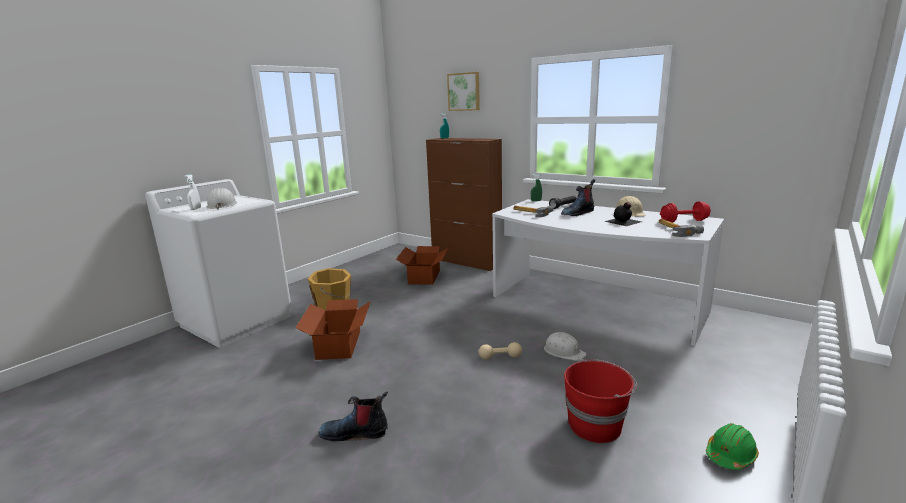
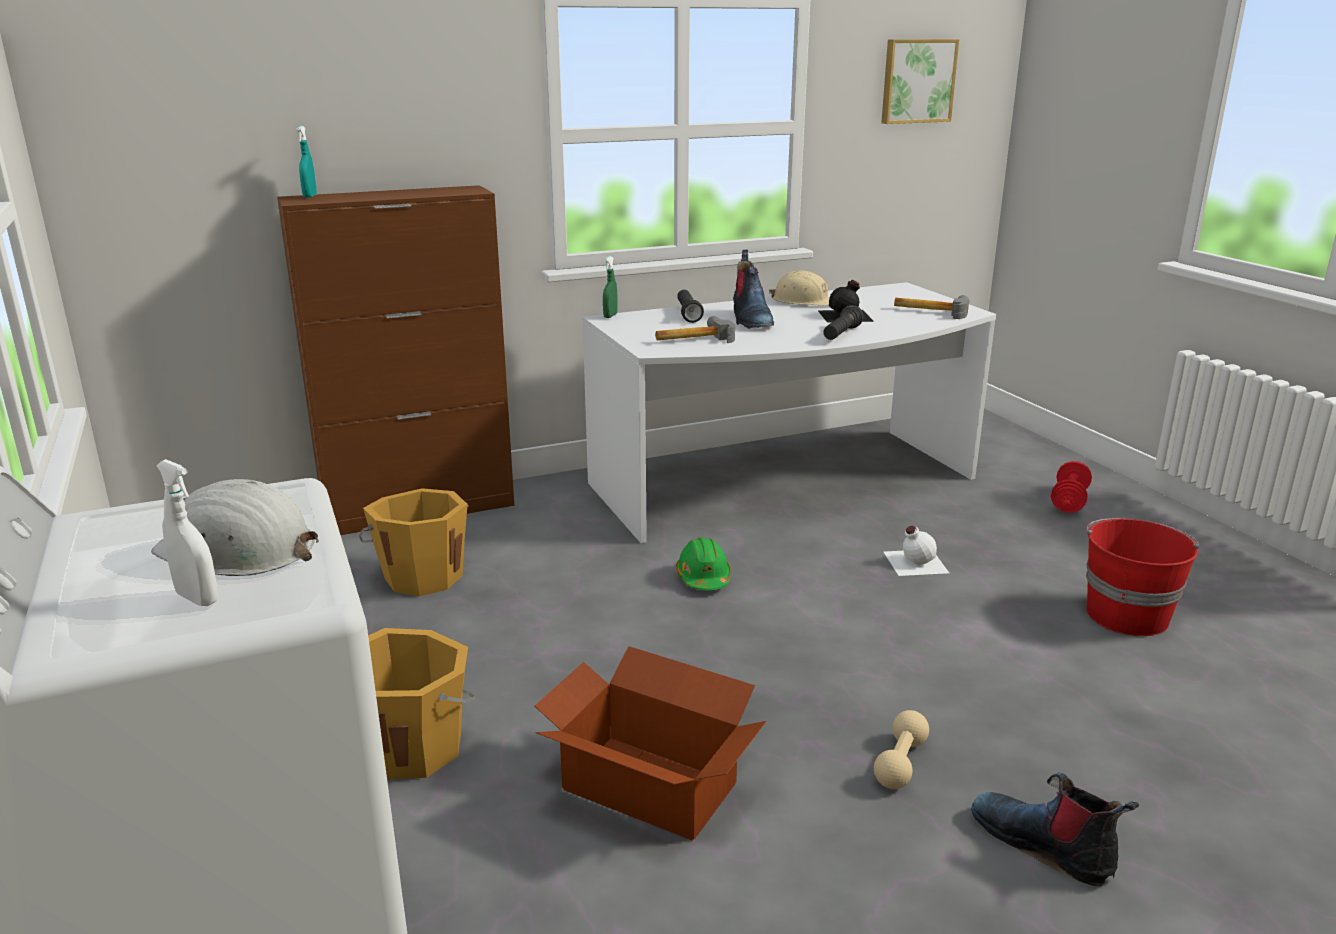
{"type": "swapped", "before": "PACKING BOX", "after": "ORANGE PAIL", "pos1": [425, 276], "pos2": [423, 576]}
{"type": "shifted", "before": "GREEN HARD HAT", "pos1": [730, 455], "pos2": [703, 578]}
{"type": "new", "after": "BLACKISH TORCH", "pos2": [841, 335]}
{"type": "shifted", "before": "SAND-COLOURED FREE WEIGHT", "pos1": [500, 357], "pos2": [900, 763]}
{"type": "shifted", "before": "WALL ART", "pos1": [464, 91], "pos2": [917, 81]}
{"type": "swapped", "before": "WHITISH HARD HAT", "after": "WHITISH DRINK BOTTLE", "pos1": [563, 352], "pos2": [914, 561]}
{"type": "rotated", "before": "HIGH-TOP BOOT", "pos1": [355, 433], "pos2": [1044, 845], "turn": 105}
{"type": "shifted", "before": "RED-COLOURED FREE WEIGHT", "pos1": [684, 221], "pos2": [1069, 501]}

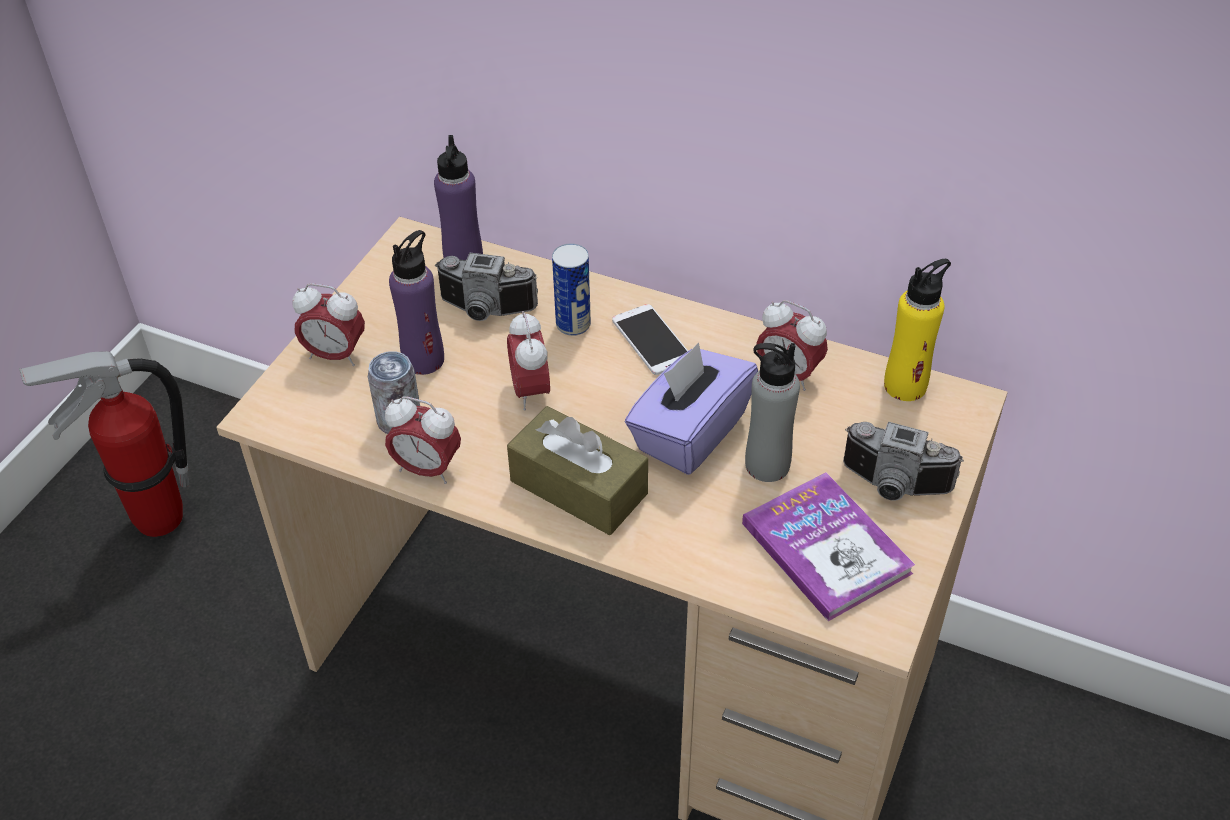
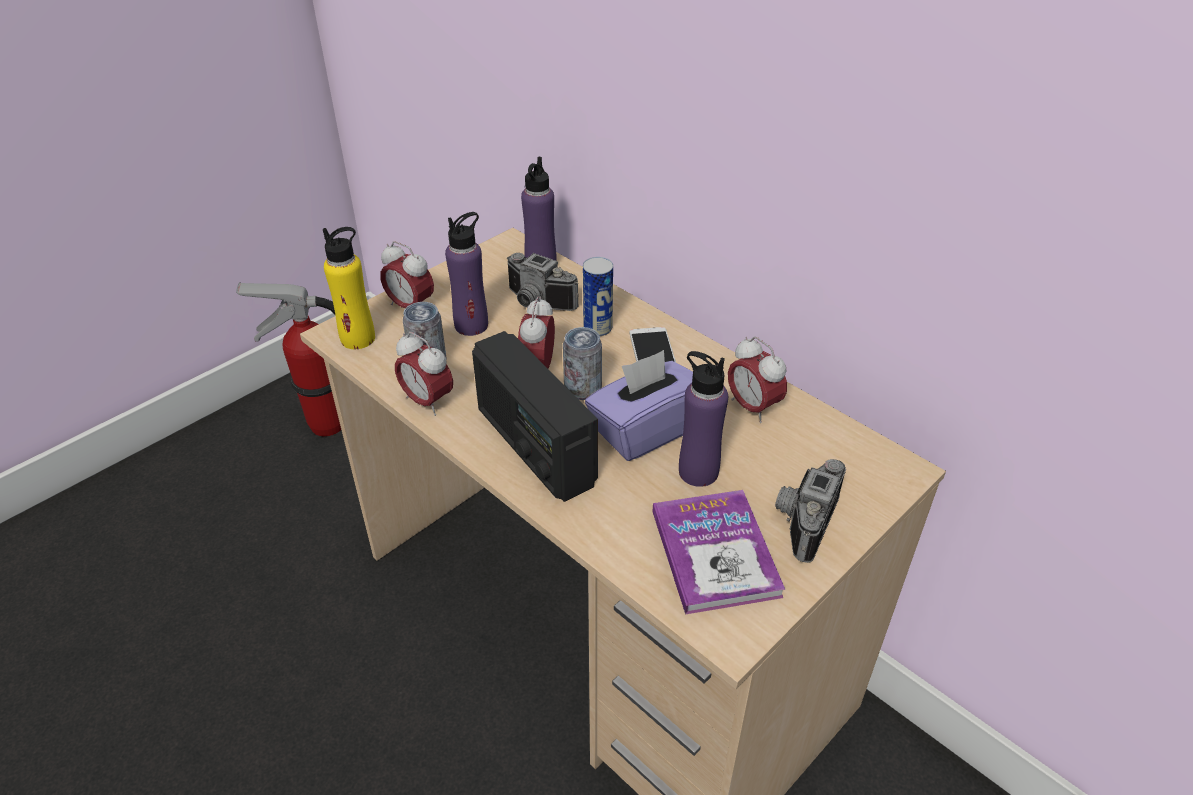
{"type": "shifted", "before": "YELLOWISH DRINK BOTTLE", "pos1": [905, 386], "pos2": [358, 338]}
{"type": "swapped", "before": "BROWN TISSUE BOX", "after": "RADIO RECEIVER", "pos1": [578, 487], "pos2": [534, 446]}
{"type": "new", "after": "SEALED CAN", "pos2": [582, 389]}
{"type": "repainted", "before": "GREY DRINK BOTTLE", "after": "PURPLE-COLOURED DRINK BOTTLE", "pos1": [767, 465], "pos2": [698, 472]}
{"type": "rotated", "before": "PHOTO CAMERA", "pos1": [893, 487], "pos2": [801, 520], "turn": 75}

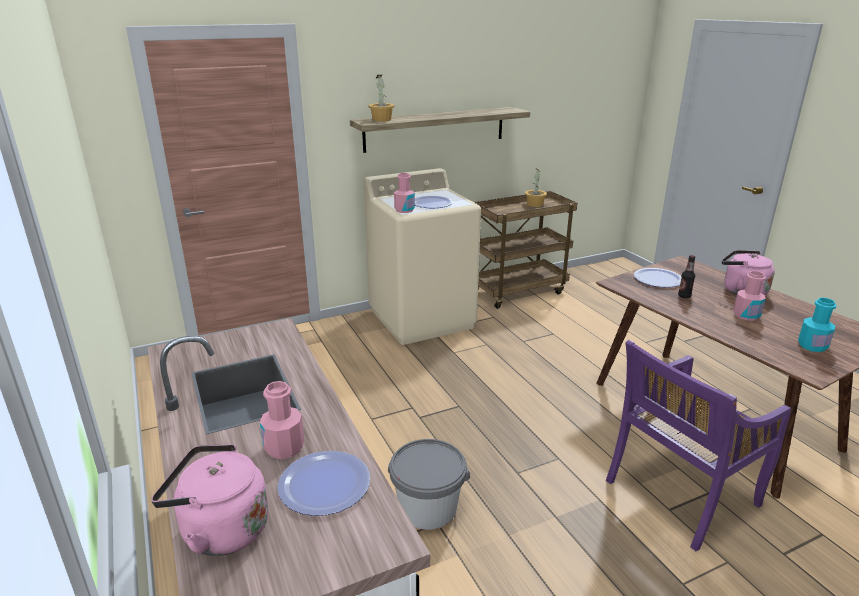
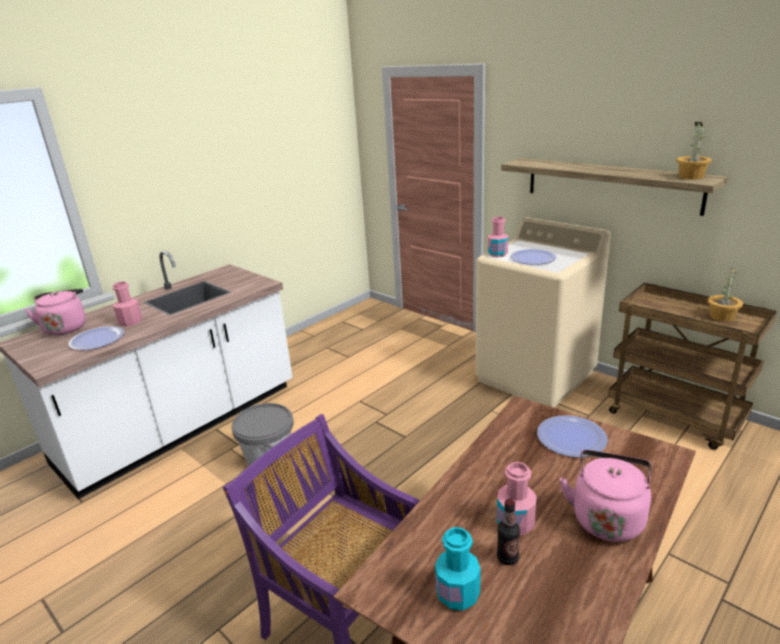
{"type": "shifted", "before": "DRINK BOTTLE", "pos1": [684, 296], "pos2": [507, 558]}
{"type": "shifted", "before": "HOUSEPLANT", "pos1": [382, 120], "pos2": [691, 177]}

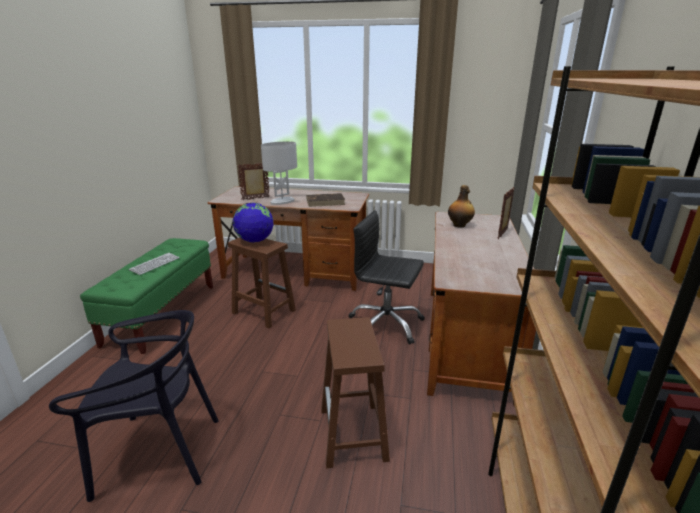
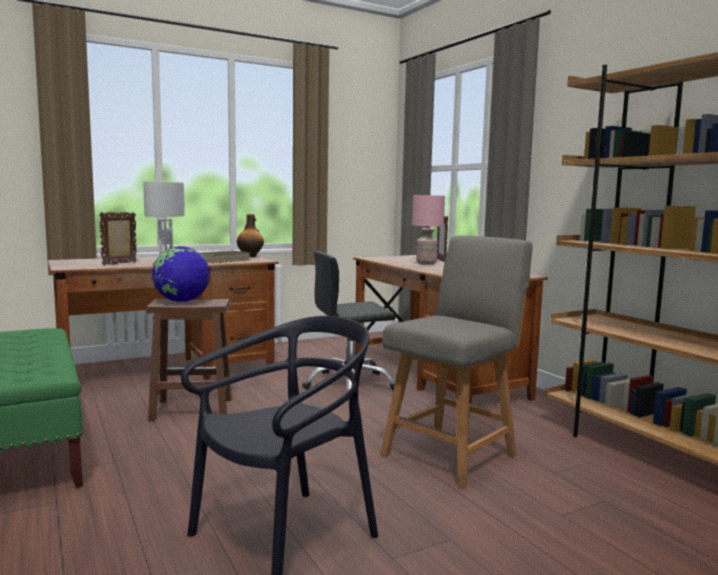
{"type": "shifted", "before": "DRINK BOTTLE", "pos1": [459, 225], "pos2": [250, 256]}
{"type": "swapped", "before": "BROWN SITTING STOOL", "after": "GREY CHAIR", "pos1": [353, 435], "pos2": [451, 454]}
{"type": "new", "after": "PINK TABLE LAMP", "pos2": [426, 263]}
{"type": "gone", "before": "KEYBOARD", "pos1": [155, 264]}

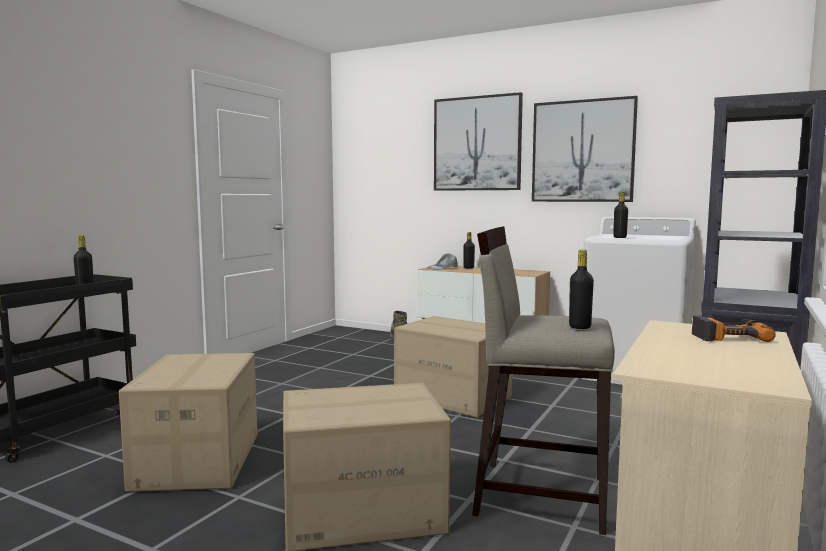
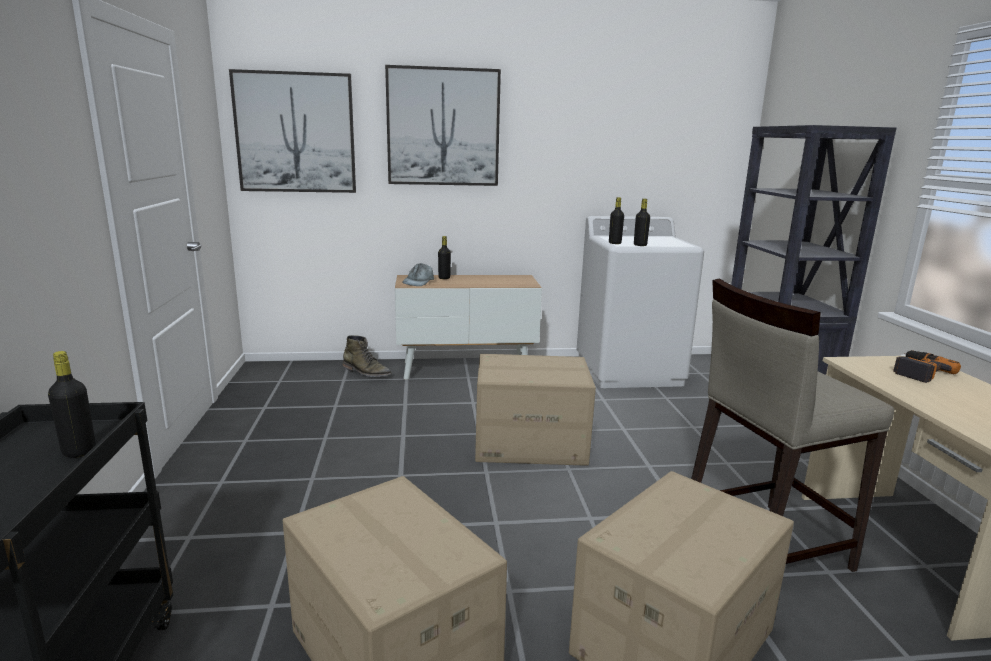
{"type": "shifted", "before": "WALL ART", "pos1": [582, 151], "pos2": [295, 133]}
{"type": "shifted", "before": "BLACKISH DRINK BOTTLE", "pos1": [579, 327], "pos2": [615, 243]}

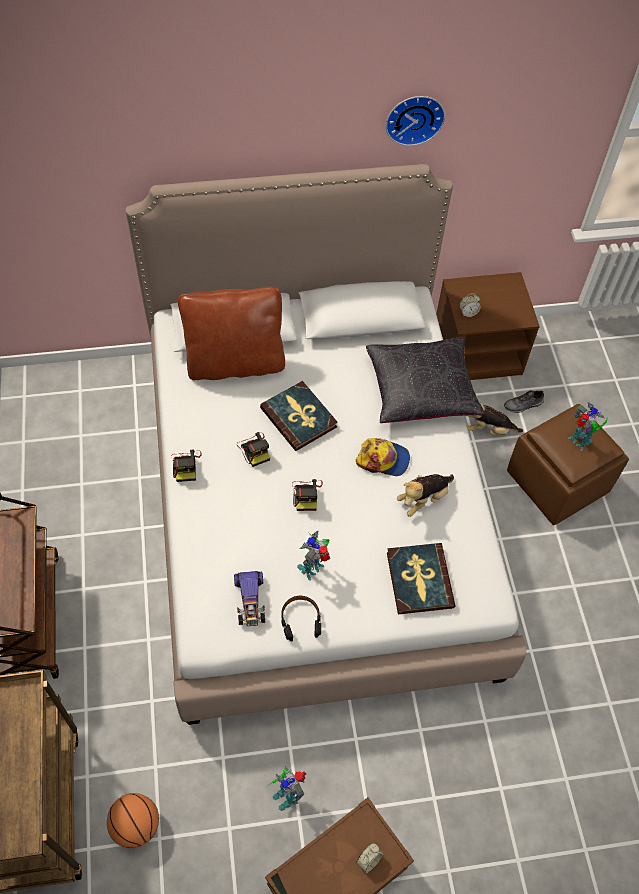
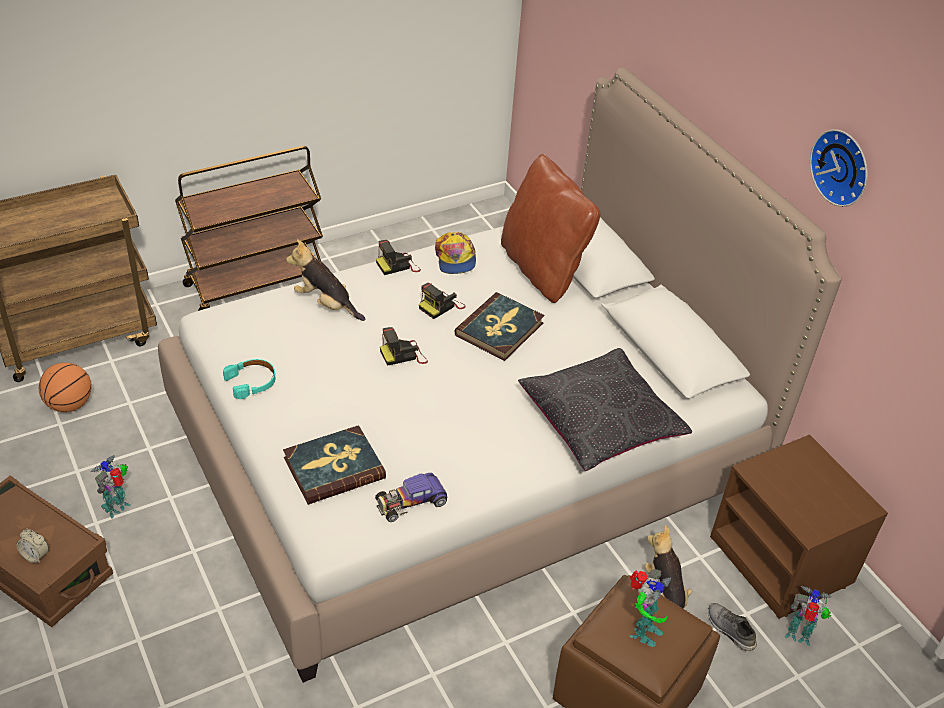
{"type": "repainted", "before": "BLACKISH HEADSET", "after": "TURQUOISE-COLOURED HEADSET", "pos1": [300, 620], "pos2": [251, 382]}
{"type": "shifted", "before": "SOFT TOY", "pos1": [423, 499], "pos2": [326, 304]}
{"type": "shifted", "before": "MINIATURE CAR", "pos1": [250, 600], "pos2": [410, 502]}
{"type": "shifted", "before": "PEAKED CAP", "pos1": [383, 459], "pos2": [455, 259]}
{"type": "shifted", "before": "MODEL ROBOT", "pos1": [313, 568], "pos2": [799, 636]}
{"type": "gone", "before": "TABLE CLOCK", "pos1": [468, 313]}

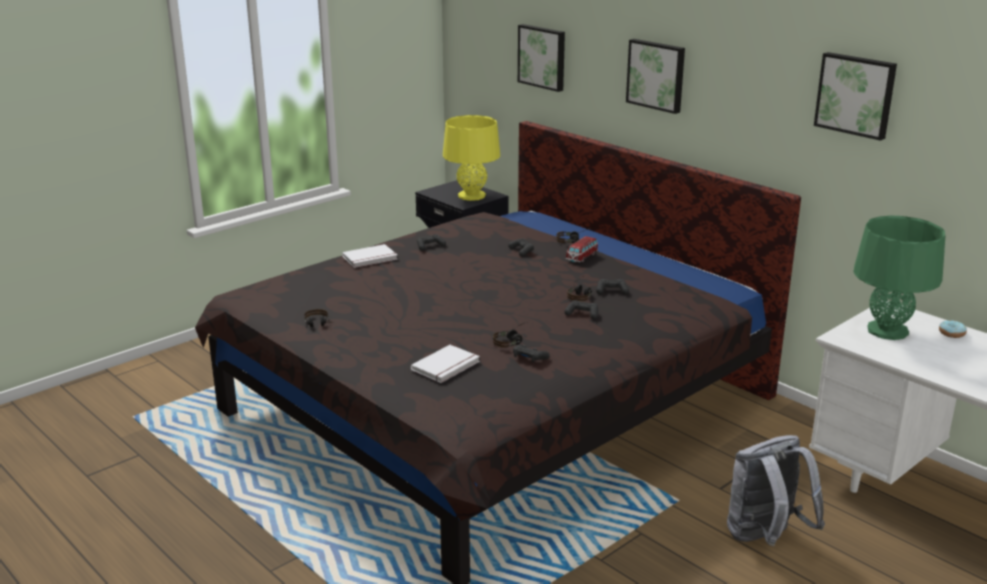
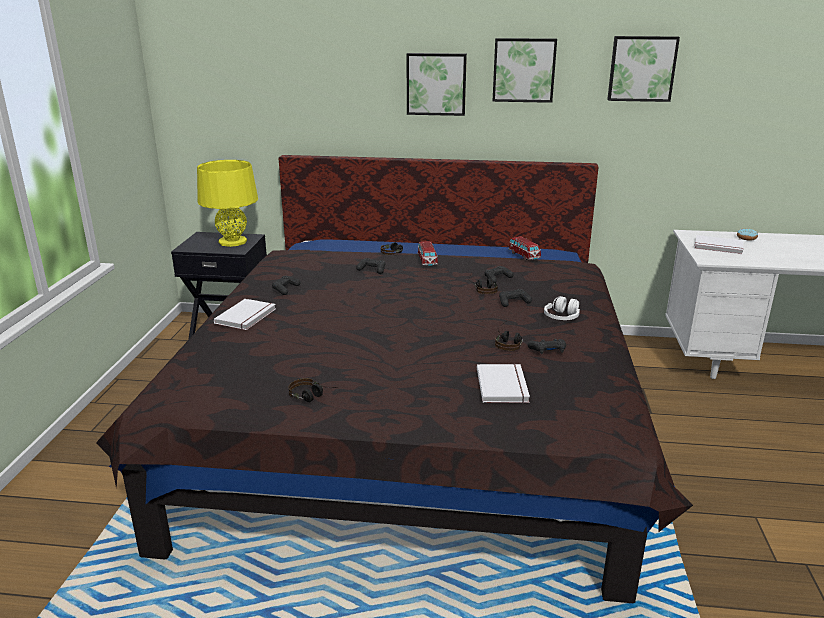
{"type": "shifted", "before": "WALL ART", "pos1": [543, 57], "pos2": [524, 70]}
{"type": "new", "after": "MINIATURE CAR", "pos2": [524, 256]}
{"type": "new", "after": "WHITISH HEADSET", "pos2": [562, 317]}
{"type": "swapped", "before": "GREEN TABLE LAMP", "after": "WHITISH BOOK", "pos1": [887, 331], "pos2": [718, 247]}
{"type": "gone", "before": "GREY KNAPSACK", "pos1": [765, 538]}

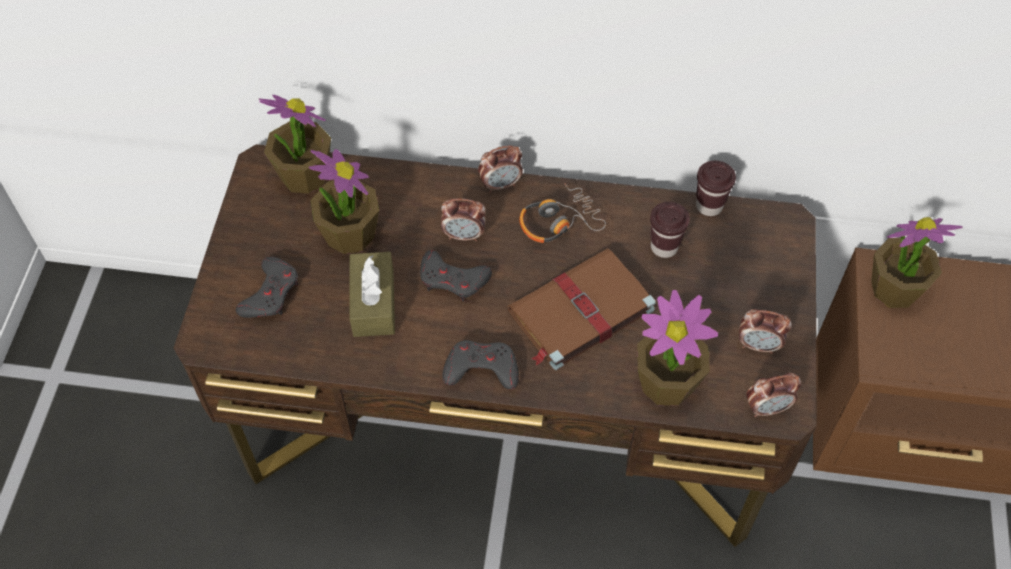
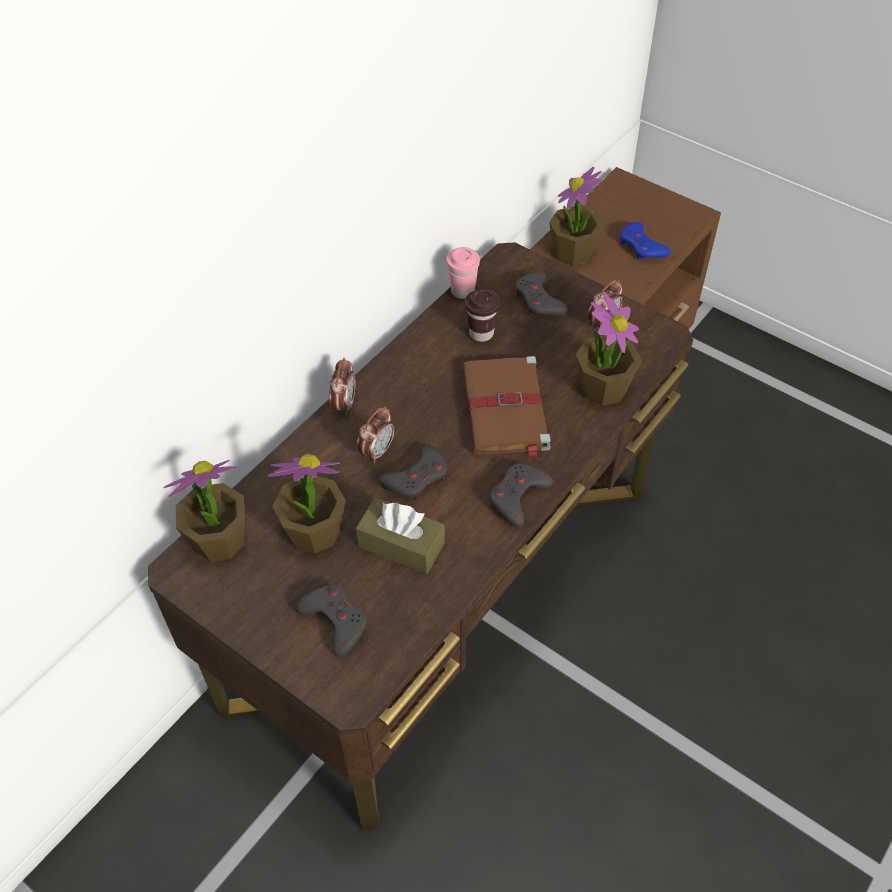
{"type": "repainted", "before": "BROWN CUP", "after": "PINK CUP", "pos1": [709, 206], "pos2": [462, 291]}
{"type": "new", "after": "GREY JOYPAD", "pos2": [539, 300]}
{"type": "new", "after": "BLUE JOYPAD", "pos2": [642, 246]}
{"type": "gone", "before": "HEADSET", "pos1": [558, 221]}
{"type": "gone", "before": "TABLE CLOCK", "pos1": [767, 408]}

